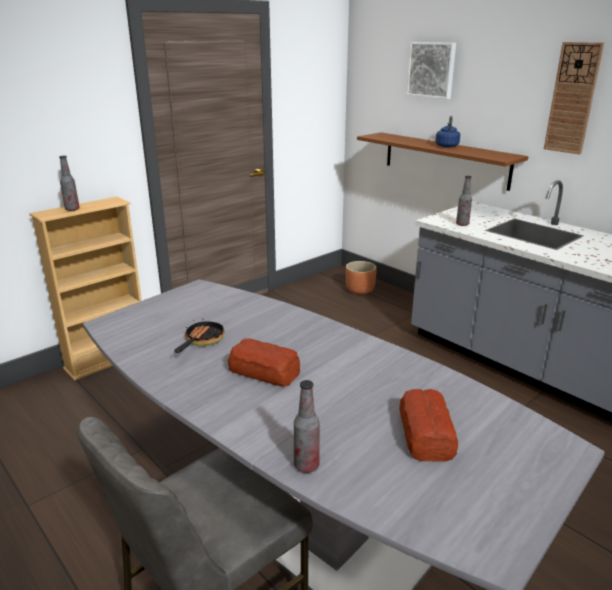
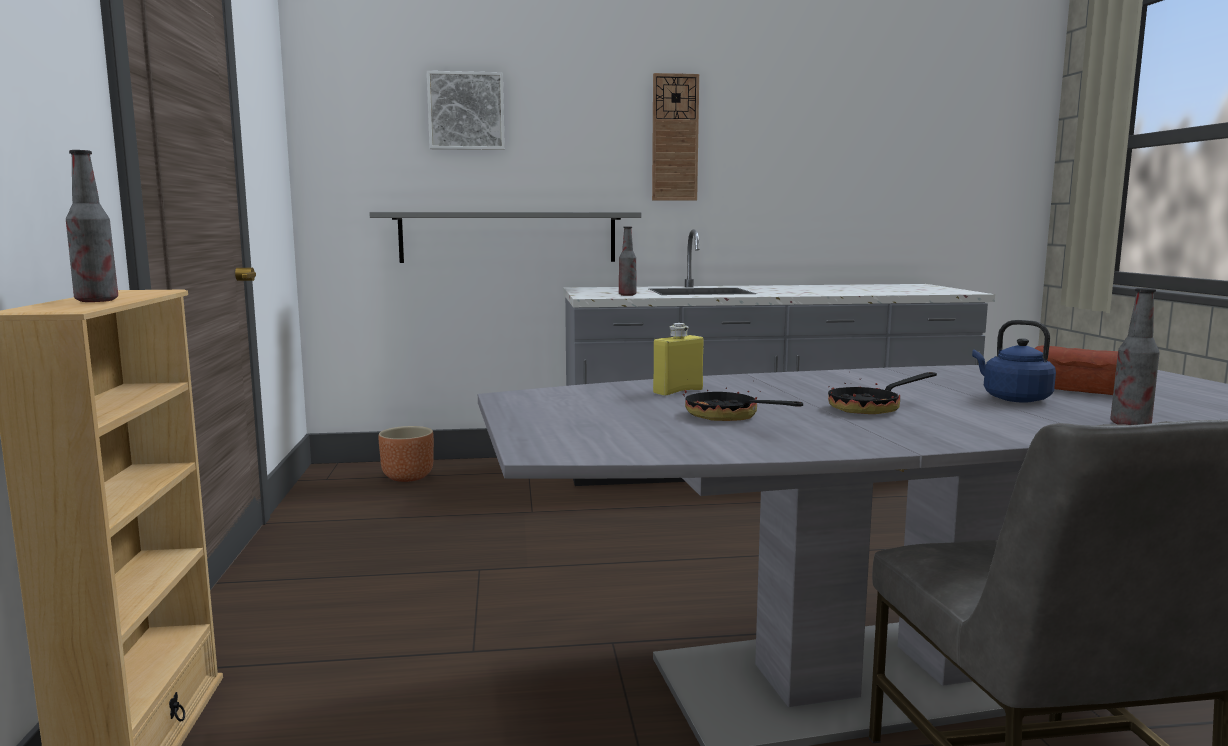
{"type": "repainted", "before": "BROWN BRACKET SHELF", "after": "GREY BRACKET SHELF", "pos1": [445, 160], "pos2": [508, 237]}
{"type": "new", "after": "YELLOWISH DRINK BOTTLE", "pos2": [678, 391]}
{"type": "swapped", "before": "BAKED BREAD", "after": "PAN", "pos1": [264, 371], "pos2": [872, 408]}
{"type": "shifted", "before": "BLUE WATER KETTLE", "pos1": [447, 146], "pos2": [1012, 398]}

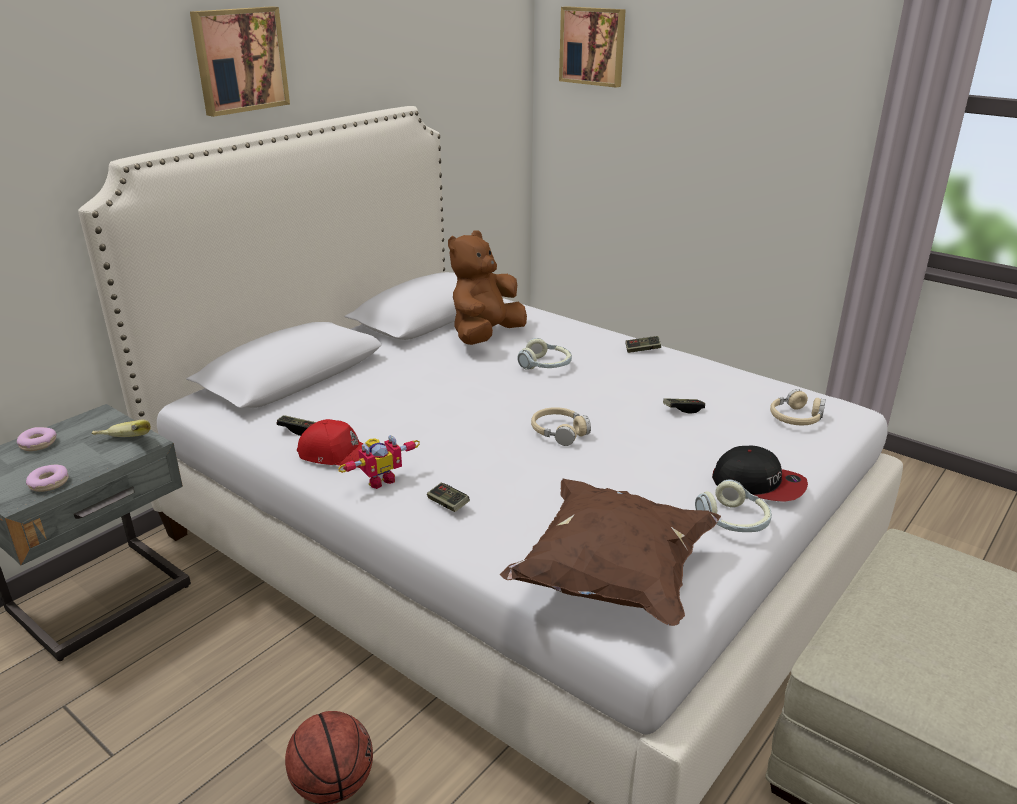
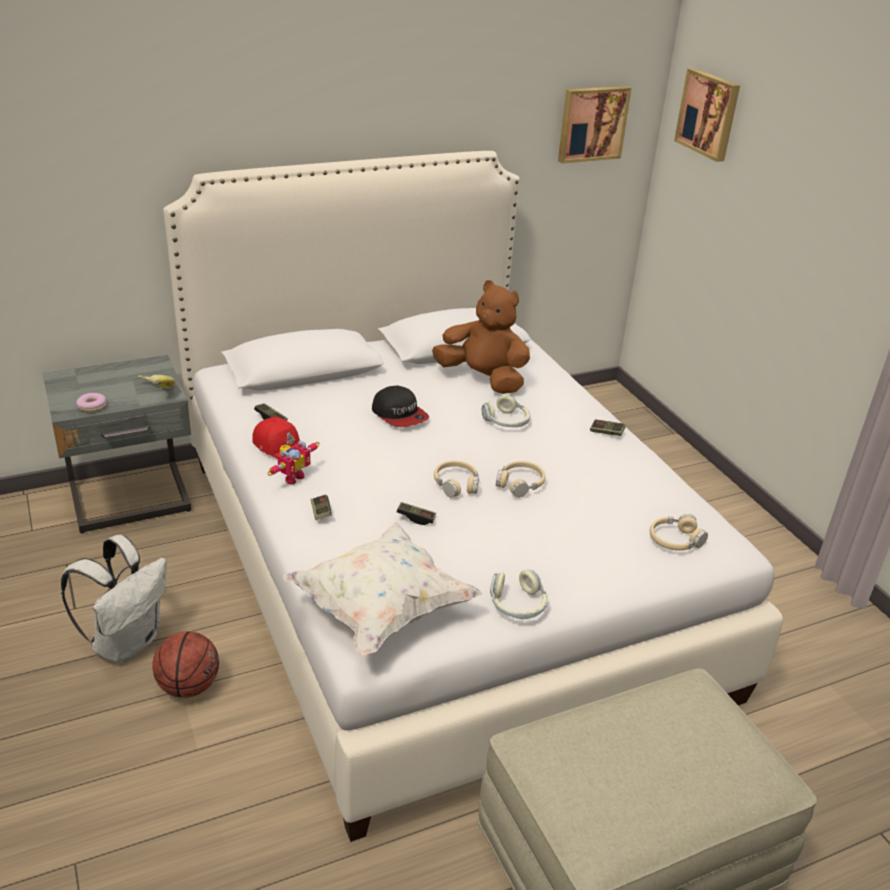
{"type": "new", "after": "WHITISH KNAPSACK", "pos2": [127, 642]}
{"type": "rotated", "before": "MODEL ROBOT", "pos1": [380, 479], "pos2": [291, 477], "turn": -45}
{"type": "repainted", "before": "BROWN THROW PILLOW", "after": "WHITISH THROW PILLOW", "pos1": [612, 577], "pos2": [381, 610]}
{"type": "shifted", "before": "PEAKED CAP", "pos1": [758, 484], "pos2": [400, 415]}
{"type": "shifted", "before": "JOYPAD", "pos1": [683, 409], "pos2": [416, 518]}
{"type": "rotated", "before": "BROWN SOFT TOY", "pos1": [485, 336], "pos2": [483, 379], "turn": 60}
{"type": "new", "after": "SAND-COLOURED HEADSET", "pos2": [520, 484]}
{"type": "shifted", "before": "WALL ART", "pos1": [239, 60], "pos2": [592, 123]}
{"type": "gone", "before": "RING DOUGHNUT", "pos1": [38, 444]}

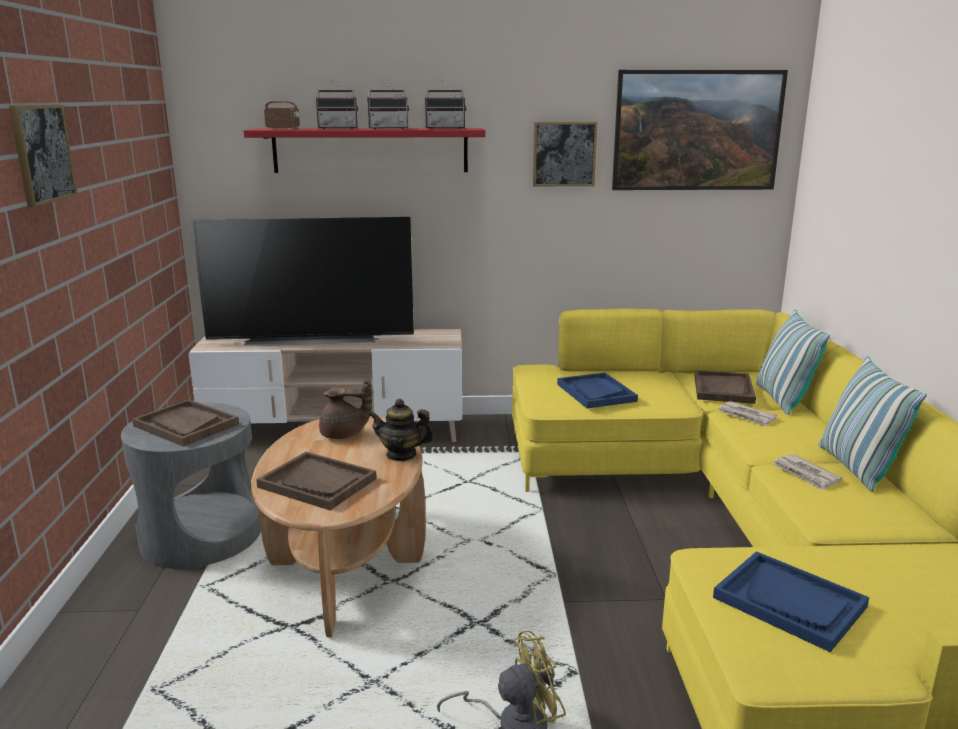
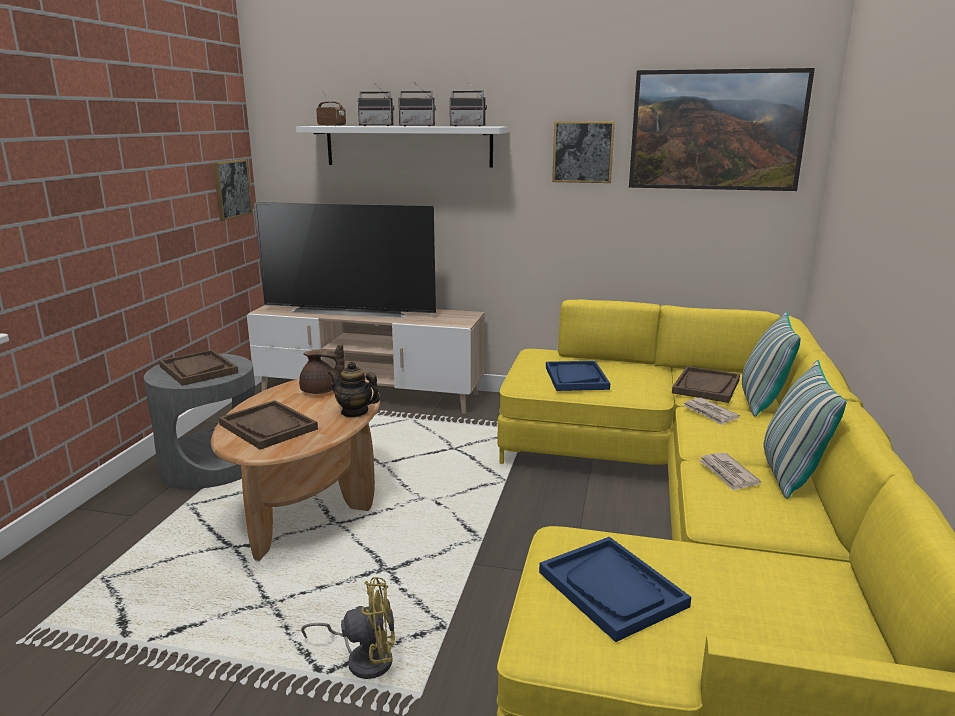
{"type": "shifted", "before": "WALL ART", "pos1": [42, 153], "pos2": [232, 189]}
{"type": "repainted", "before": "RED-COLOURED BRACKET SHELF", "after": "WHITISH BRACKET SHELF", "pos1": [370, 150], "pos2": [408, 146]}

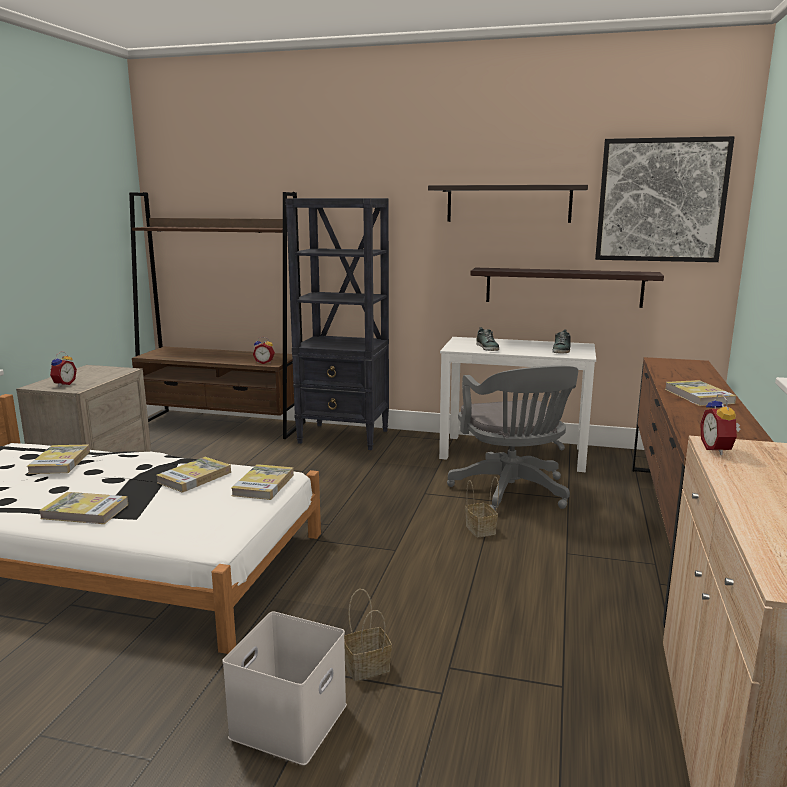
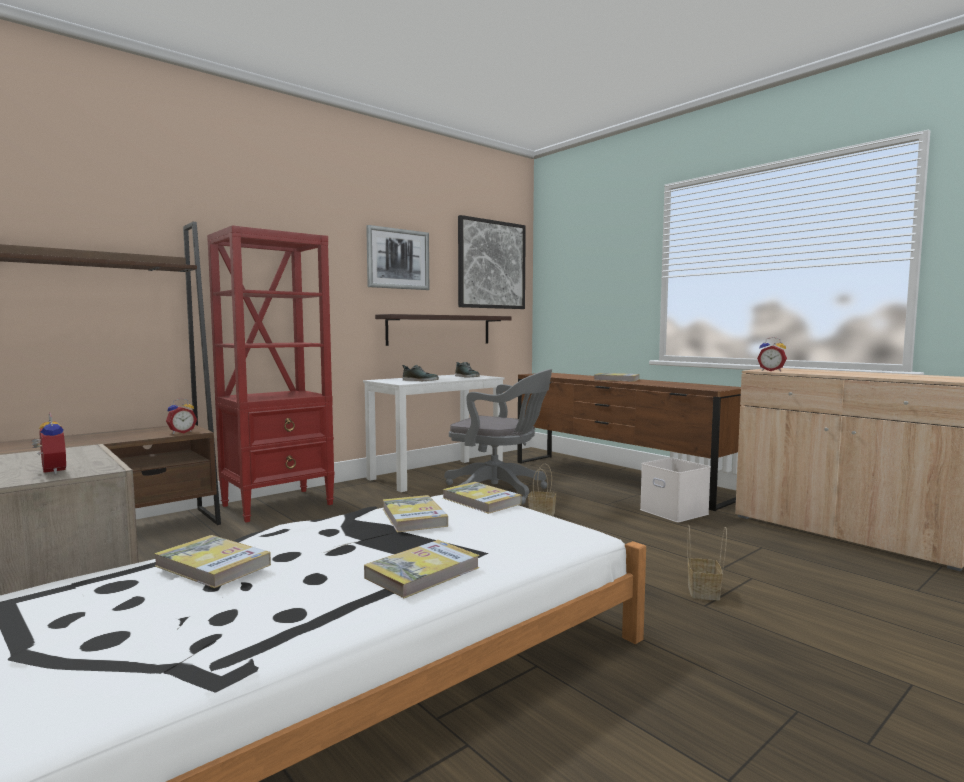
{"type": "repainted", "before": "BLACKISH SHELVING UNIT", "after": "RED-COLOURED SHELVING UNIT", "pos1": [344, 437], "pos2": [279, 505]}
{"type": "swapped", "before": "BRACKET SHELF", "after": "WALL ART", "pos1": [508, 203], "pos2": [398, 259]}
{"type": "shifted", "before": "WHITISH STORAGE BOX", "pos1": [290, 722], "pos2": [675, 512]}

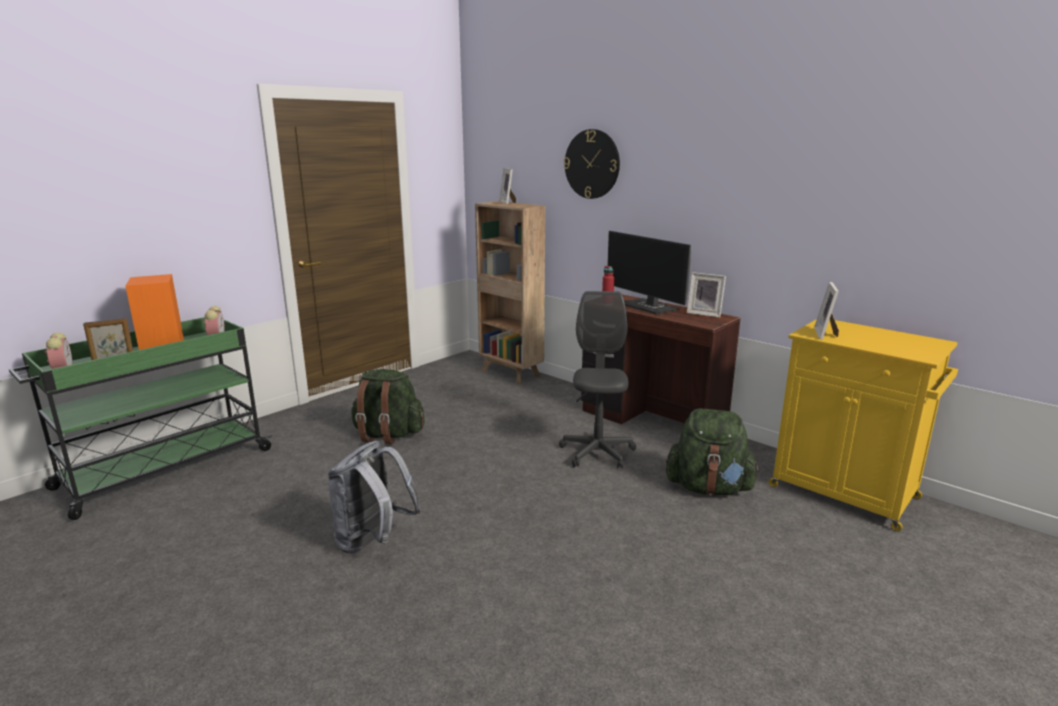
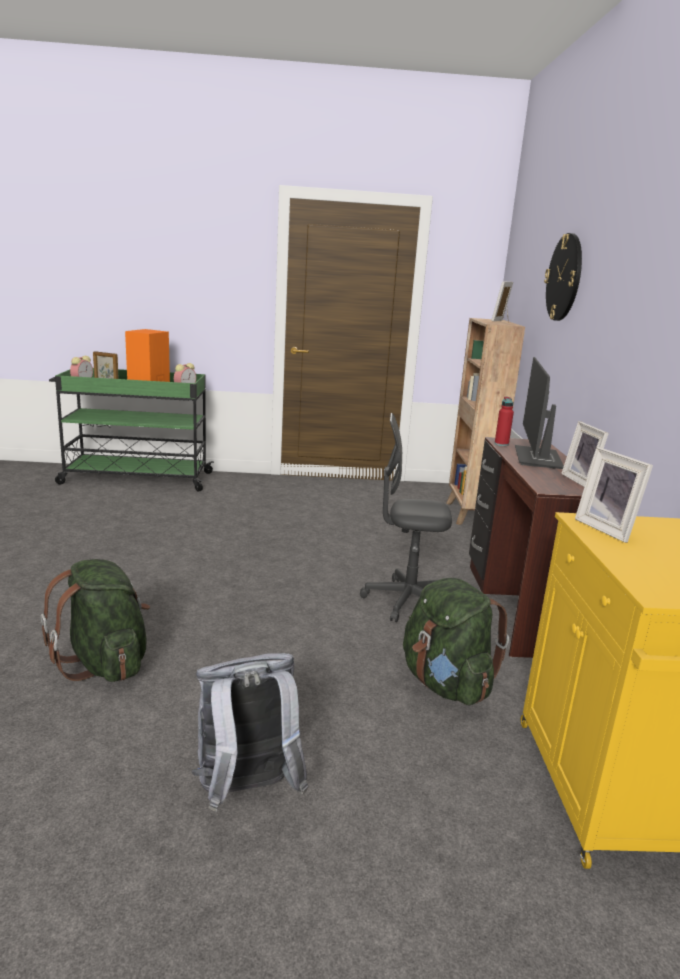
{"type": "shifted", "before": "GREEN KNAPSACK", "pos1": [388, 435], "pos2": [105, 663]}
{"type": "shifted", "before": "GREY KNAPSACK", "pos1": [373, 542], "pos2": [246, 791]}
{"type": "rotated", "before": "GREY DESK CHAIR", "pos1": [597, 452], "pos2": [406, 601], "turn": -135}
{"type": "rotated", "before": "STANDING FRAME", "pos1": [826, 334], "pos2": [608, 529], "turn": -90}

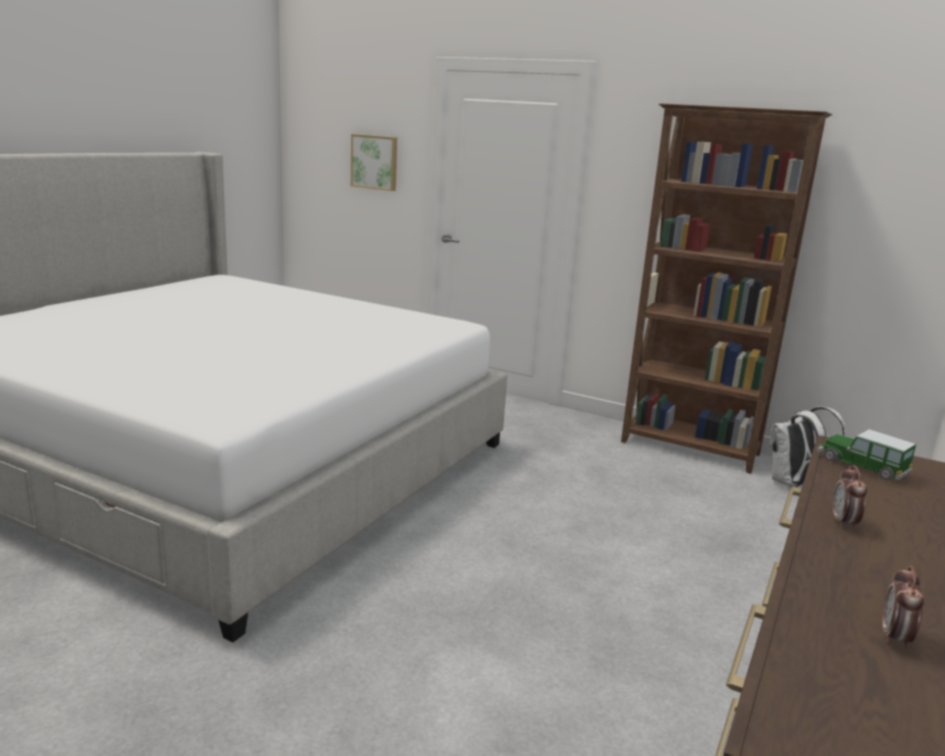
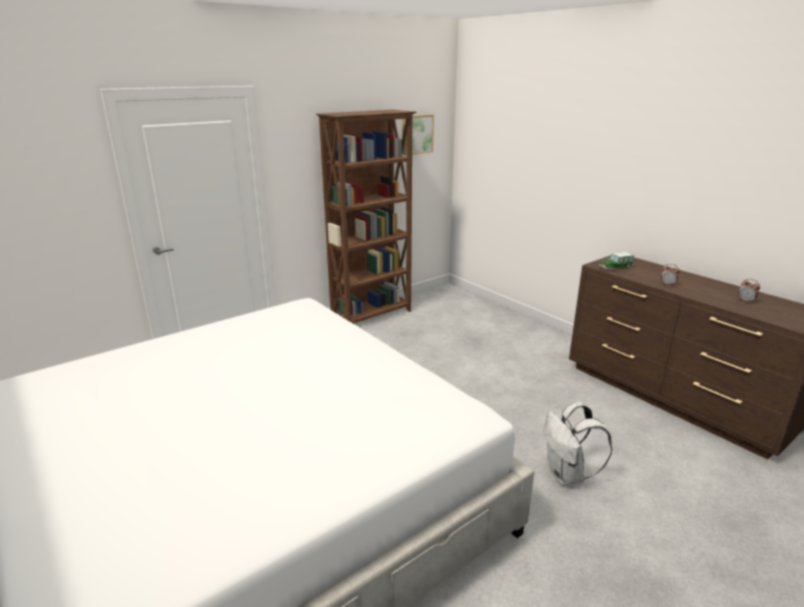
{"type": "shifted", "before": "WALL ART", "pos1": [375, 162], "pos2": [416, 134]}
{"type": "shifted", "before": "WHITISH KNAPSACK", "pos1": [793, 484], "pos2": [567, 475]}

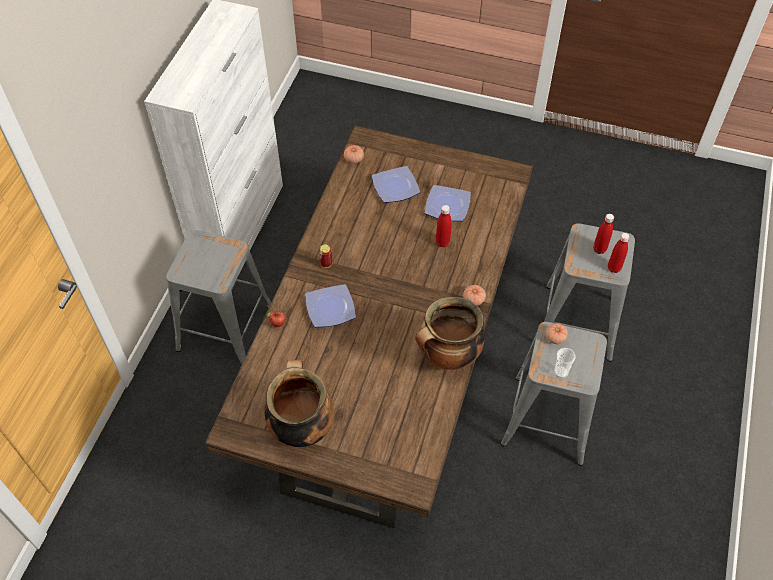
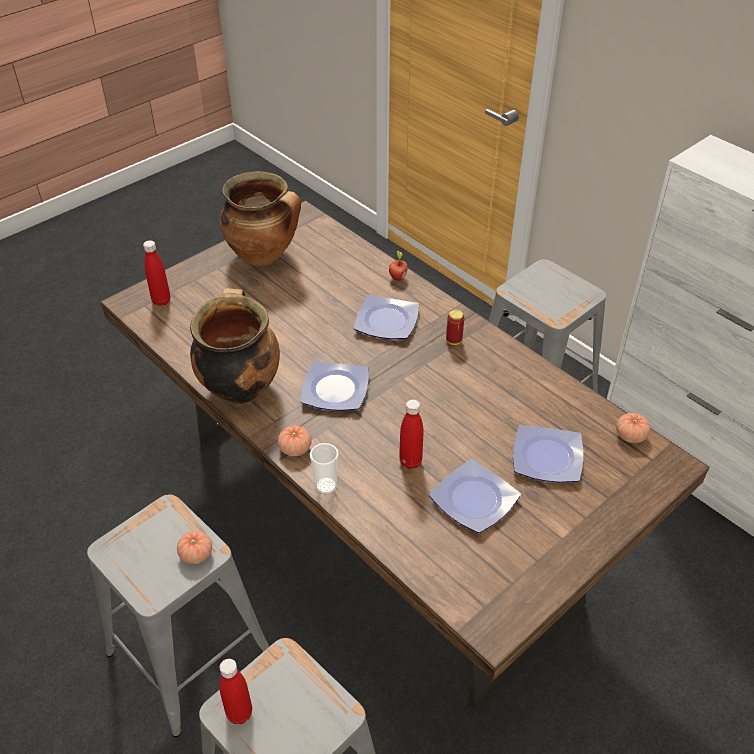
{"type": "shifted", "before": "RED-COLOURED DRINK BOTTLE", "pos1": [599, 249], "pos2": [161, 301]}
{"type": "new", "after": "DINNER PLATE", "pos2": [336, 391]}
{"type": "shifted", "before": "CUP", "pos1": [561, 372], "pos2": [326, 485]}

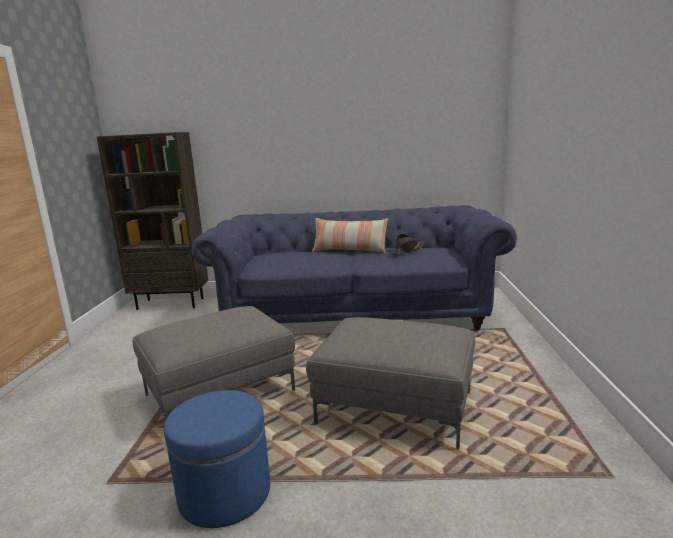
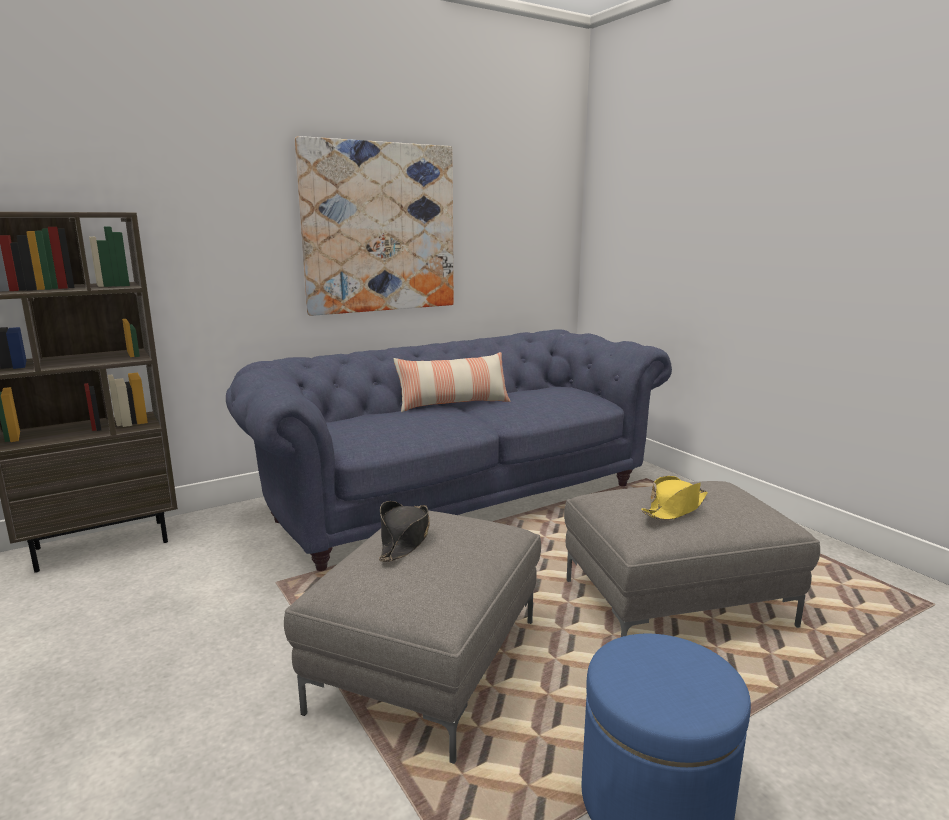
{"type": "new", "after": "WALL ART", "pos2": [380, 228]}
{"type": "shifted", "before": "BLACKISH HAT", "pos1": [407, 251], "pos2": [404, 539]}
{"type": "new", "after": "YELLOWISH HAT", "pos2": [675, 508]}

